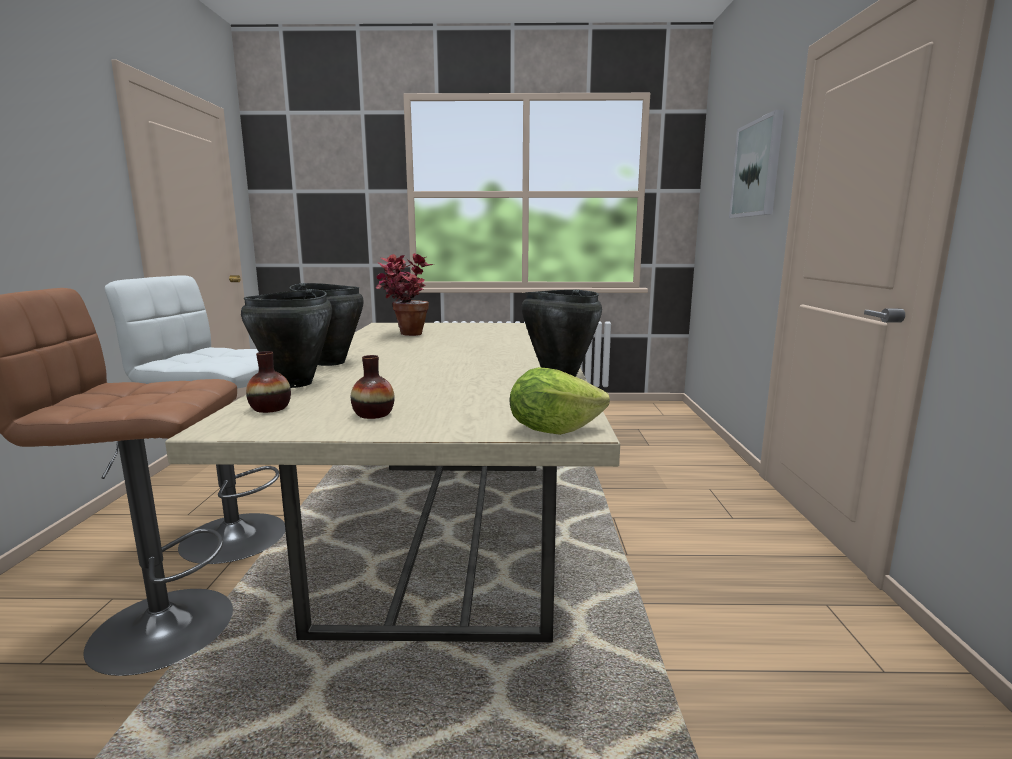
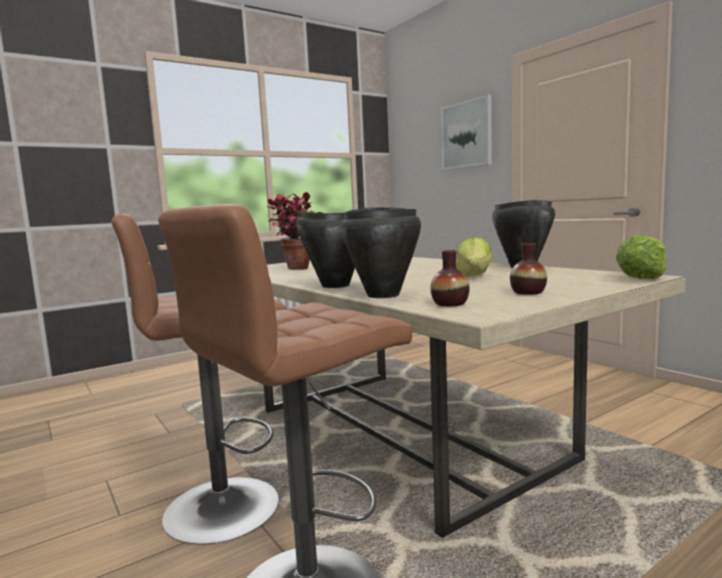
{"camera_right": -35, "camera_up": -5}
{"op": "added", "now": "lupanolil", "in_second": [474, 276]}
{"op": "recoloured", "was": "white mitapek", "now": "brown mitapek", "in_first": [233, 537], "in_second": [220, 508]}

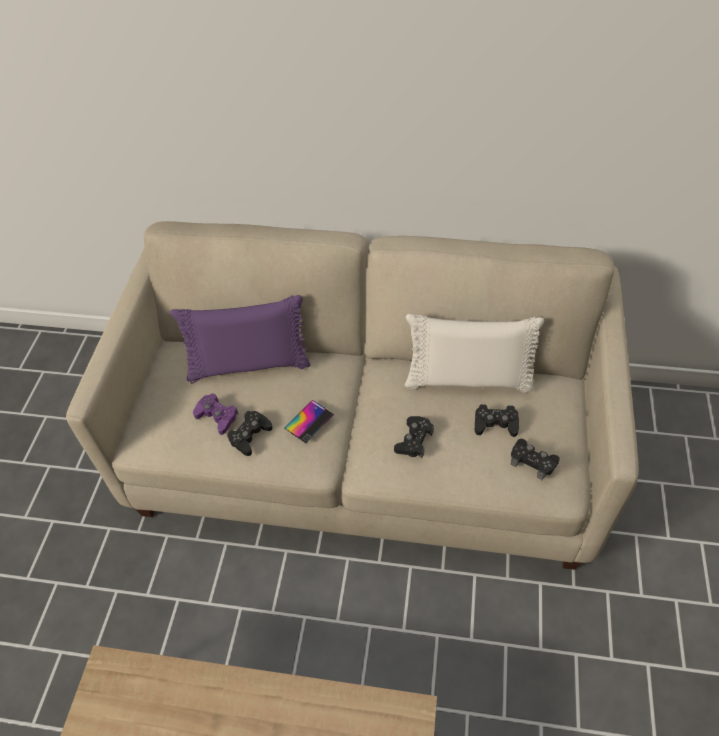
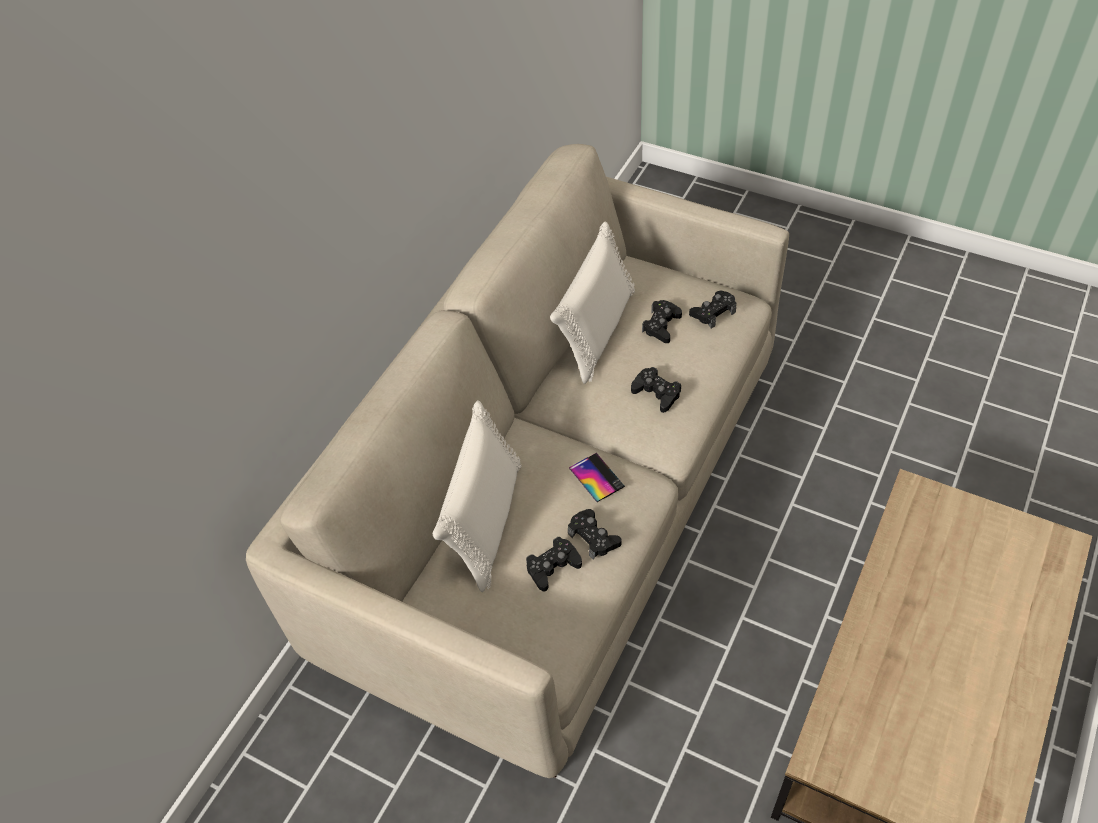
{"camera_right": -70, "camera_up": 0}
{"op": "recoloured", "was": "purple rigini", "now": "white rigini", "in_first": [249, 364], "in_second": [486, 521]}
{"op": "recoloured", "was": "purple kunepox", "now": "black kunepox", "in_first": [217, 416], "in_second": [553, 567]}

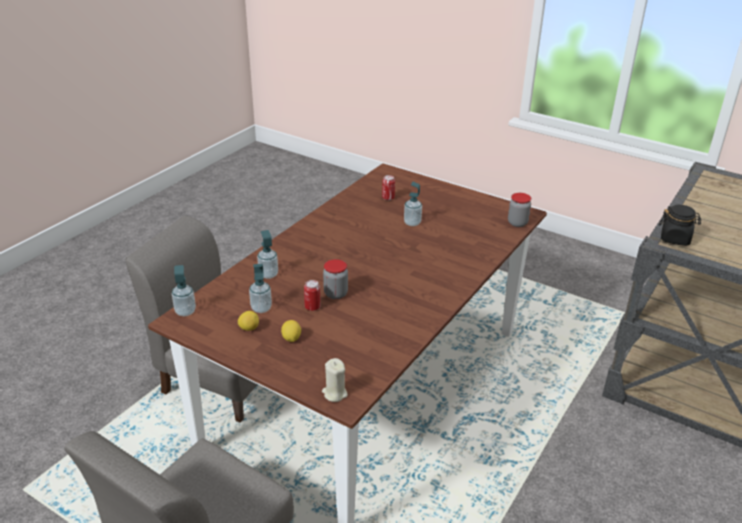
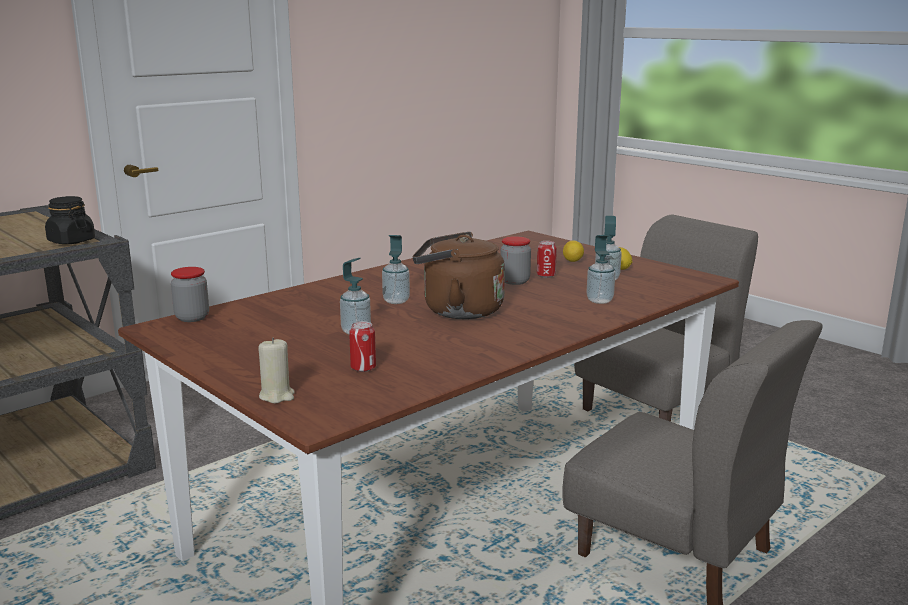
{"camera_right": -165, "camera_up": -15}
{"op": "added", "now": "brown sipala", "in_second": [457, 311]}
{"op": "moved", "was": "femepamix", "in_first": [185, 311], "in_second": [396, 301]}
{"op": "moved", "was": "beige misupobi", "in_first": [334, 393], "in_second": [277, 396]}

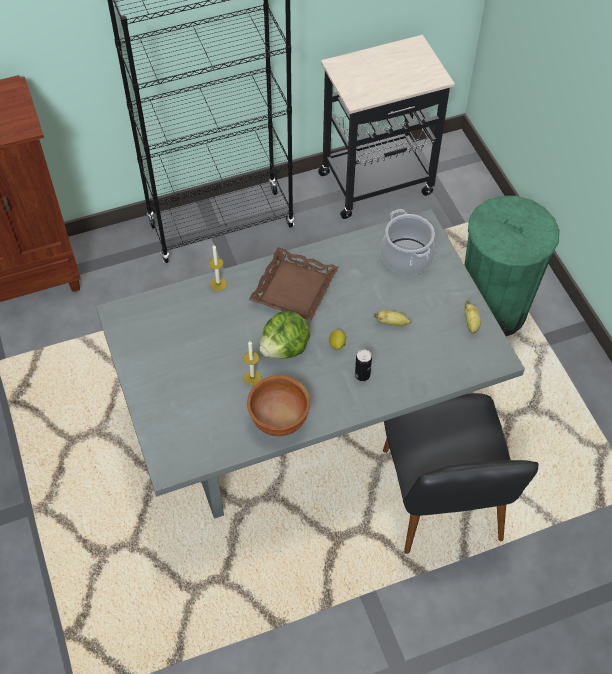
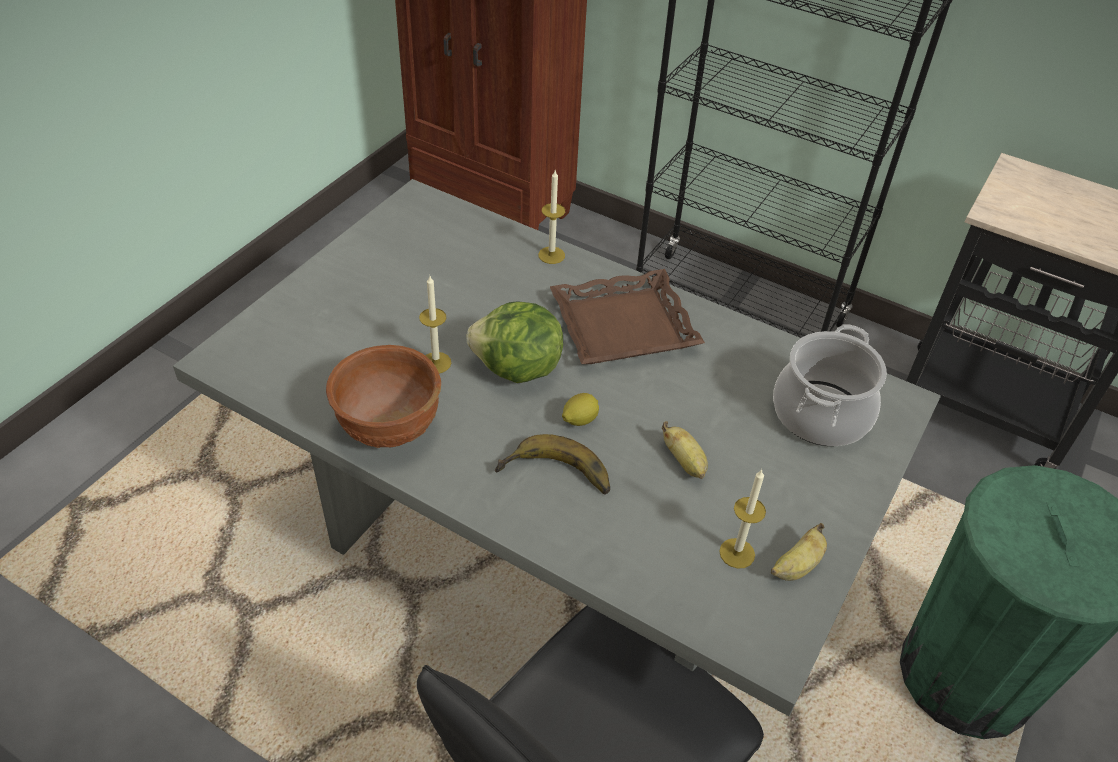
{"camera_right": 50, "camera_up": -10}
{"op": "added", "now": "misupobi", "in_second": [737, 553]}
{"op": "replaced", "was": "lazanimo", "now": "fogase", "in_first": [362, 375], "in_second": [555, 479]}

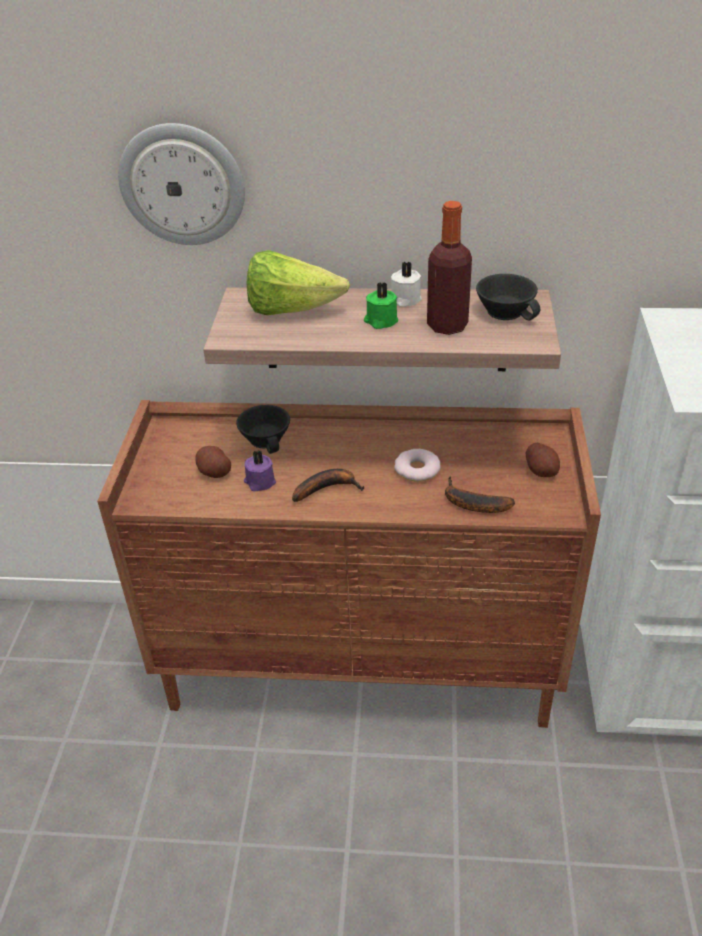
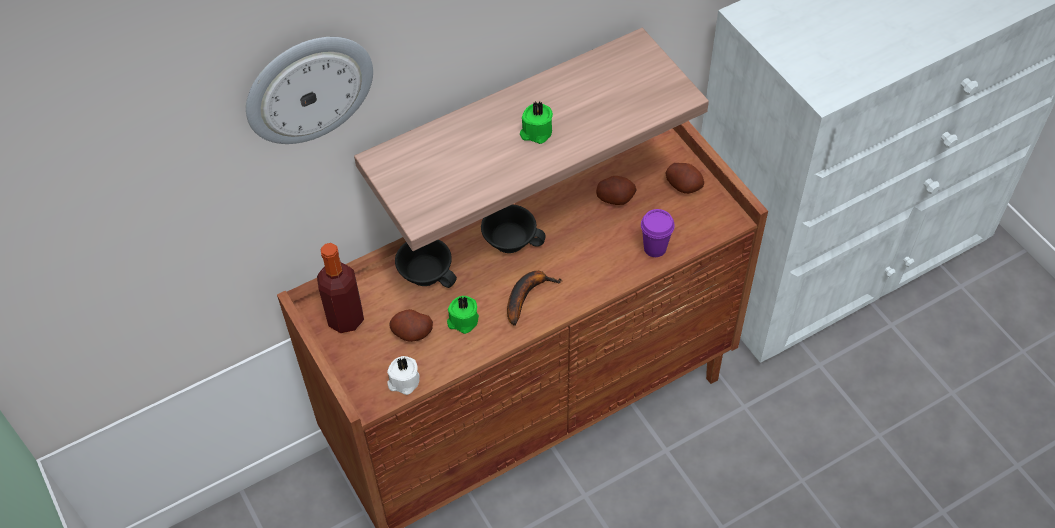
{"camera_right": -35, "camera_up": 15}
{"op": "removed", "was": "lupanolil", "in_first": [291, 310]}
{"op": "removed", "was": "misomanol", "in_first": [417, 469]}
{"op": "added", "now": "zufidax", "in_second": [615, 198]}
{"op": "moved", "was": "white misupobi", "in_first": [404, 299], "in_second": [403, 381]}
{"op": "moved", "was": "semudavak", "in_first": [447, 325], "in_second": [345, 318]}
{"op": "moved", "was": "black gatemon", "in_first": [508, 311], "in_second": [511, 239]}
{"op": "replaced", "was": "fogase", "now": "purple gatemon", "in_first": [471, 503], "in_second": [655, 248]}
{"op": "recoloured", "was": "purple misupobi", "now": "green misupobi", "in_first": [259, 482], "in_second": [462, 321]}

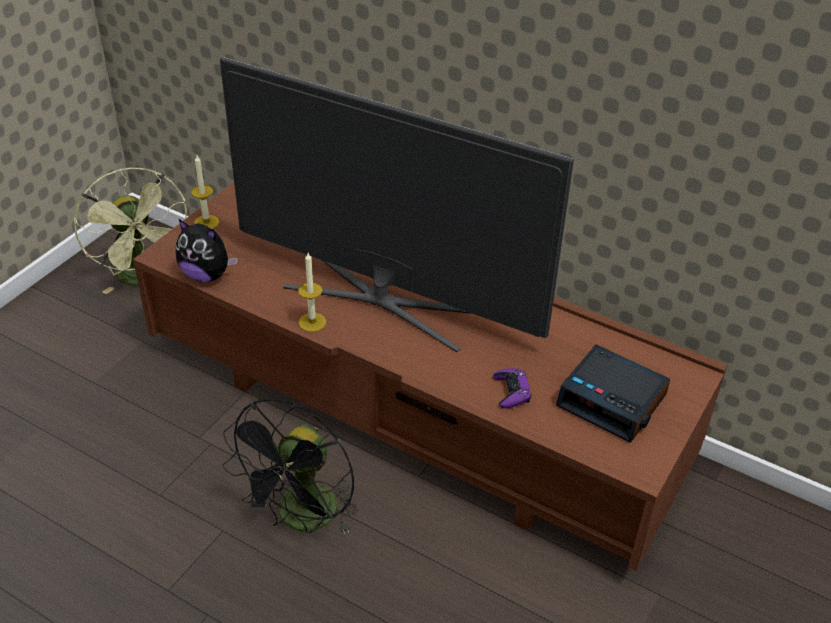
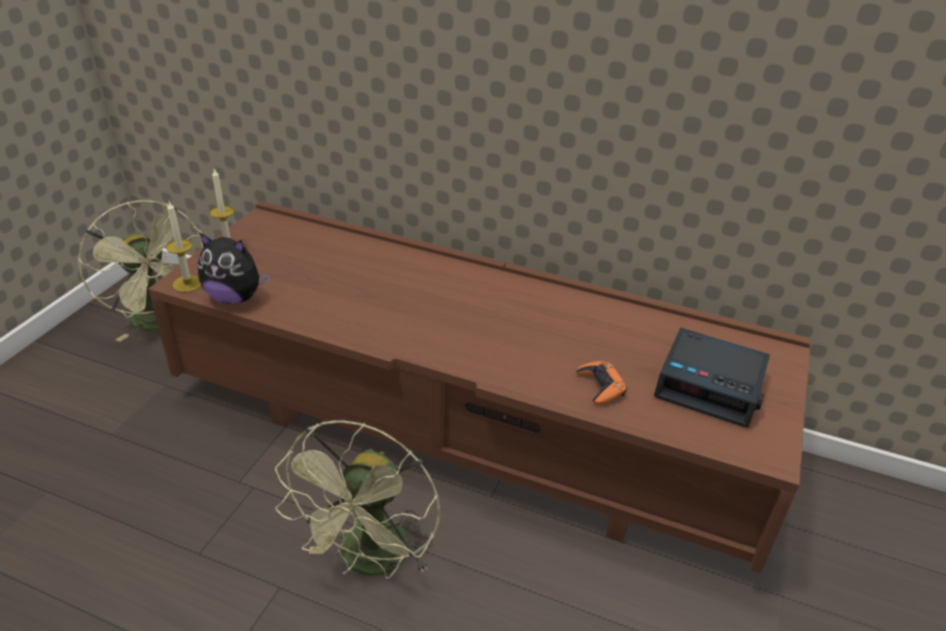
{"camera_right": -10, "camera_up": -5}
{"op": "removed", "was": "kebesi", "in_first": [384, 299]}
{"op": "moved", "was": "misupobi", "in_first": [312, 322], "in_second": [187, 283]}
{"op": "recoloured", "was": "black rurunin", "now": "green rurunin", "in_first": [302, 520], "in_second": [371, 562]}
{"op": "recoloured", "was": "purple kunepox", "now": "orange kunepox", "in_first": [511, 391], "in_second": [600, 387]}

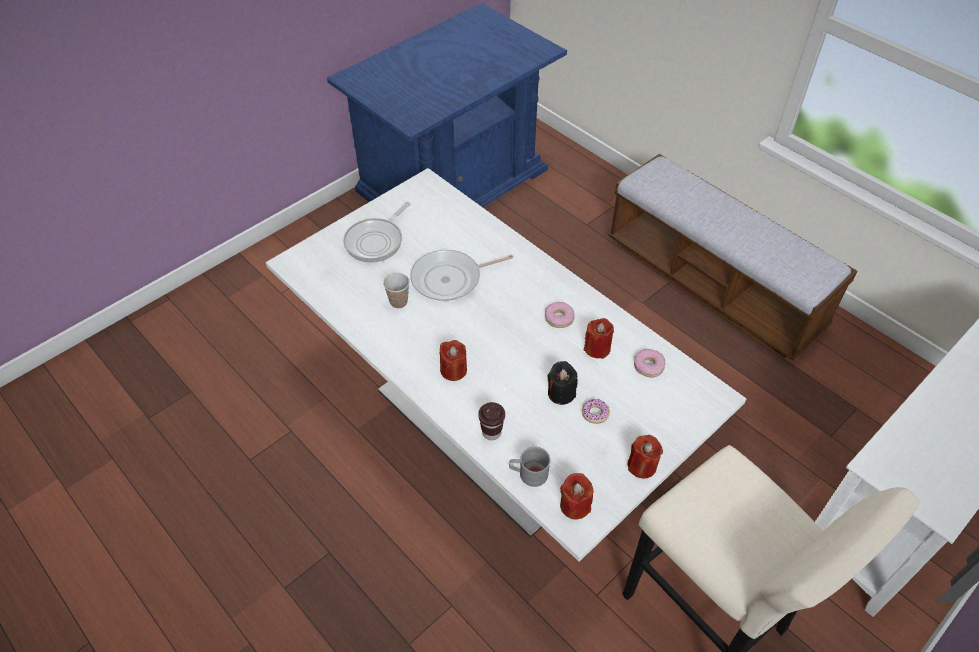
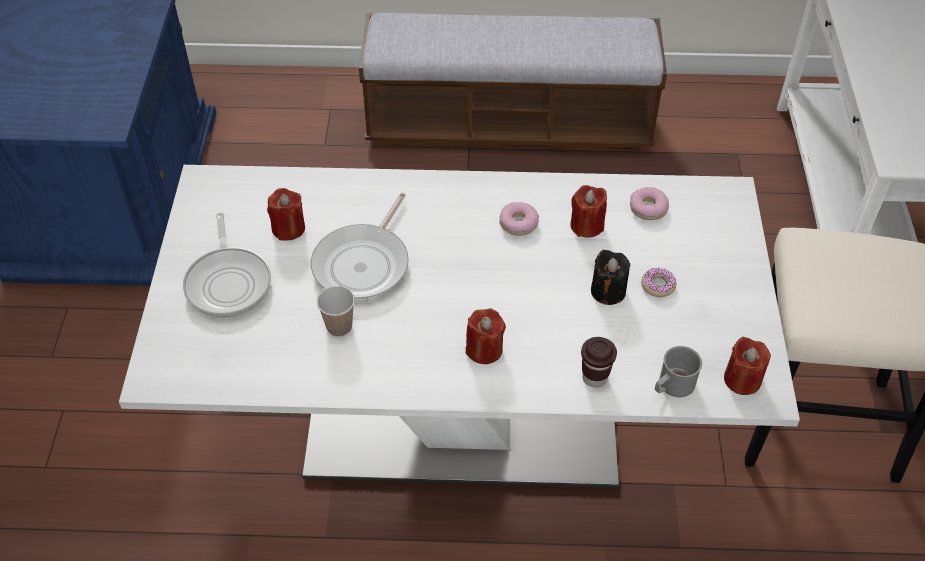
{"camera_right": -45, "camera_up": 0}
{"op": "moved", "was": "red misupobi", "in_first": [642, 465], "in_second": [288, 228]}

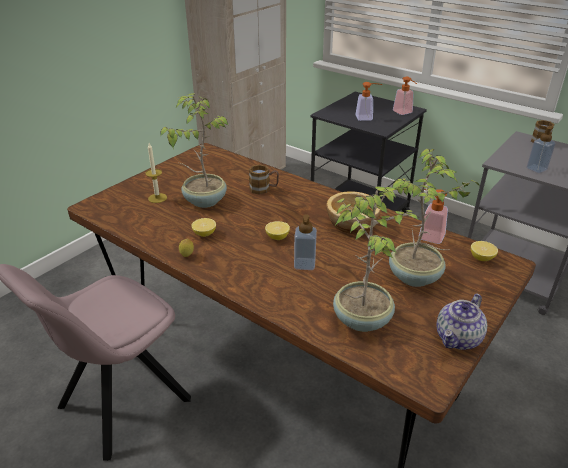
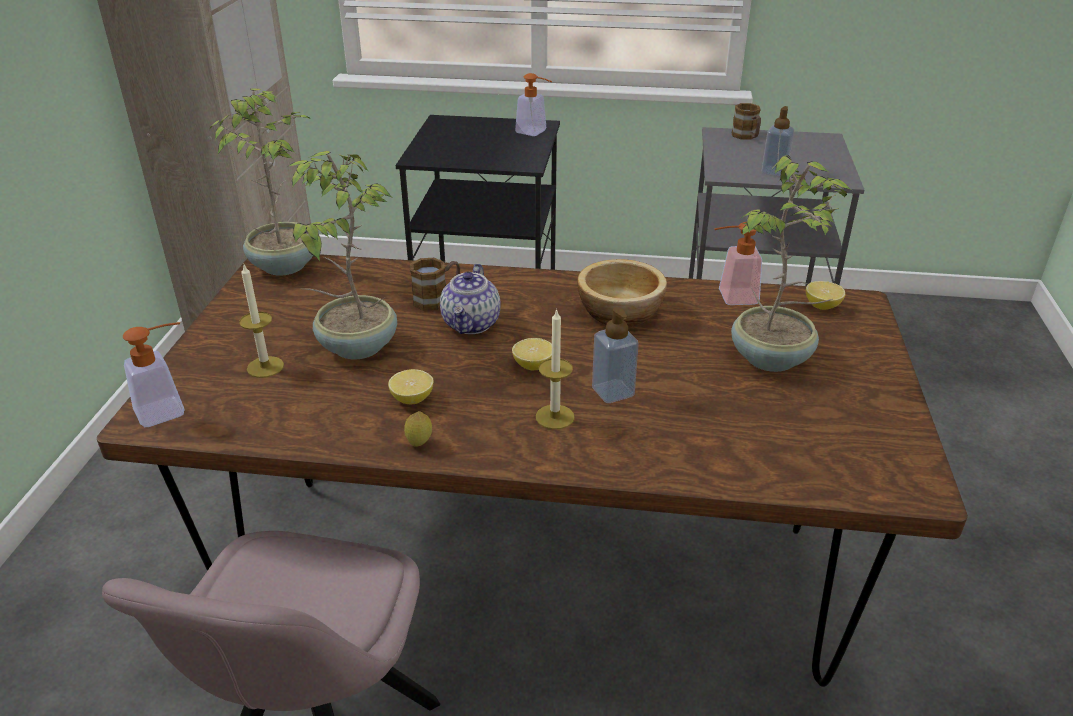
{"camera_right": -30, "camera_up": 0}
{"op": "added", "now": "misupobi", "in_second": [555, 417]}
{"op": "moved", "was": "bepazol", "in_first": [362, 318], "in_second": [285, 265]}
{"op": "moved", "was": "femepamix", "in_first": [367, 118], "in_second": [169, 409]}
{"op": "moved", "was": "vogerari", "in_first": [458, 339], "in_second": [472, 324]}

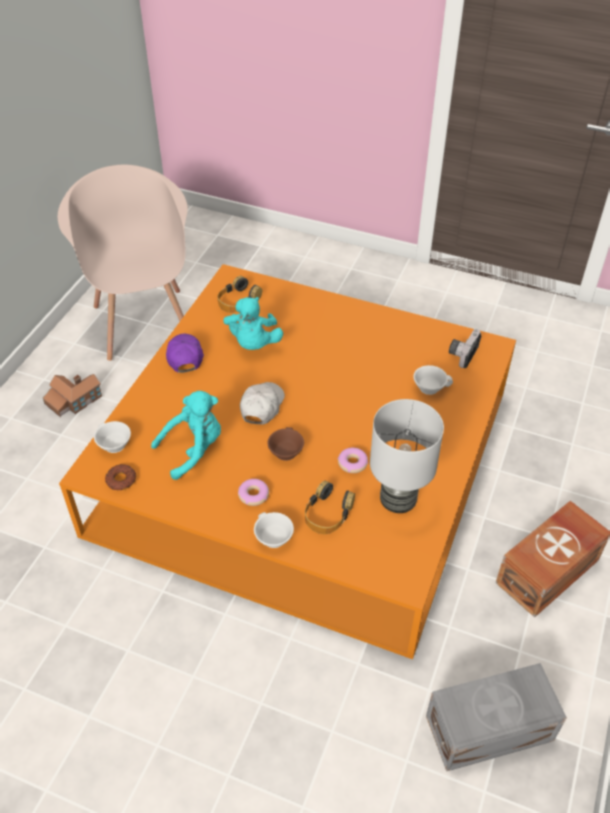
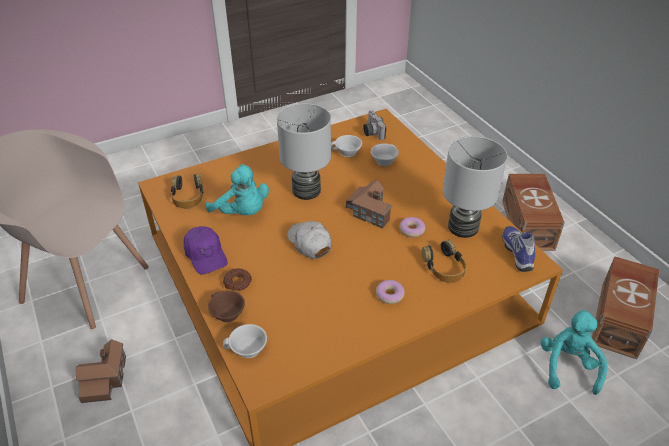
{"camera_right": -50, "camera_up": -5}
{"op": "added", "now": "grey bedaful", "in_second": [306, 190]}
{"op": "added", "now": "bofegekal", "in_second": [369, 211]}
{"op": "added", "now": "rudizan", "in_second": [518, 253]}
{"op": "moved", "was": "misomanol", "in_first": [121, 480], "in_second": [237, 282]}
{"op": "moved", "was": "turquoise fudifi", "in_first": [193, 449], "in_second": [568, 366]}
{"op": "moved", "was": "white gatemon", "in_first": [272, 538], "in_second": [347, 153]}
{"op": "moved", "was": "brown gatemon", "in_first": [284, 451], "in_second": [226, 314]}
{"op": "recoloured", "was": "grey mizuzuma", "now": "brown mizuzuma", "in_first": [491, 729], "in_second": [620, 319]}
{"op": "turned", "was": "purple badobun", "in_first": [184, 356], "in_second": [206, 255], "clockwise": -150}

